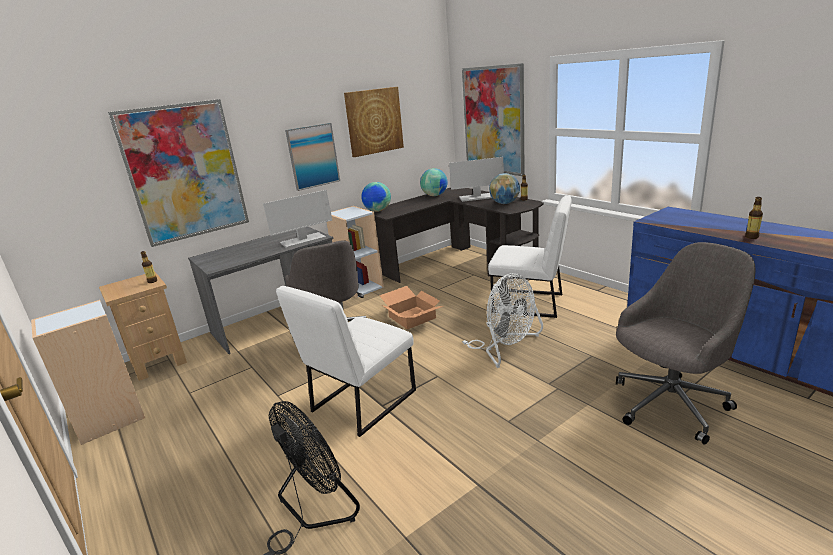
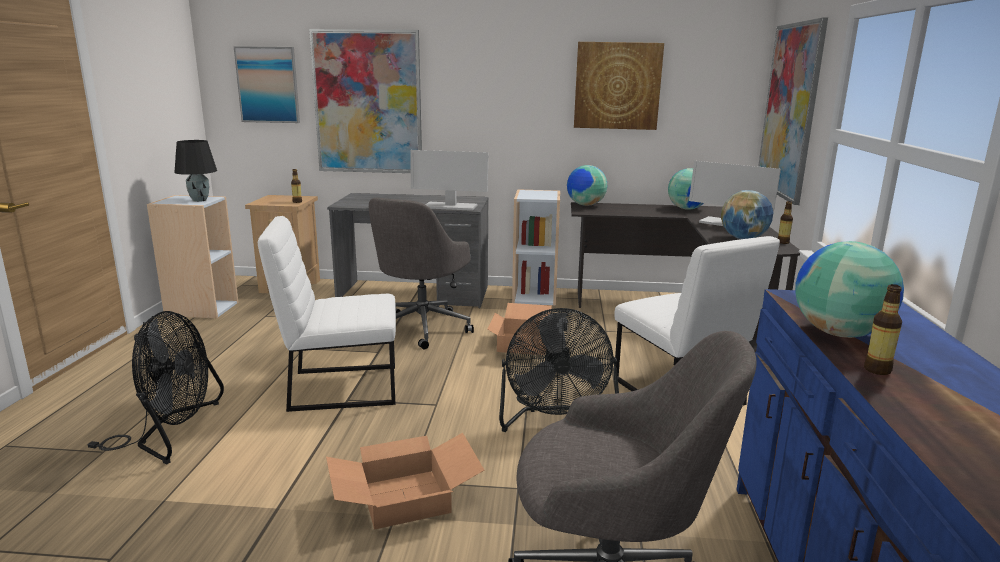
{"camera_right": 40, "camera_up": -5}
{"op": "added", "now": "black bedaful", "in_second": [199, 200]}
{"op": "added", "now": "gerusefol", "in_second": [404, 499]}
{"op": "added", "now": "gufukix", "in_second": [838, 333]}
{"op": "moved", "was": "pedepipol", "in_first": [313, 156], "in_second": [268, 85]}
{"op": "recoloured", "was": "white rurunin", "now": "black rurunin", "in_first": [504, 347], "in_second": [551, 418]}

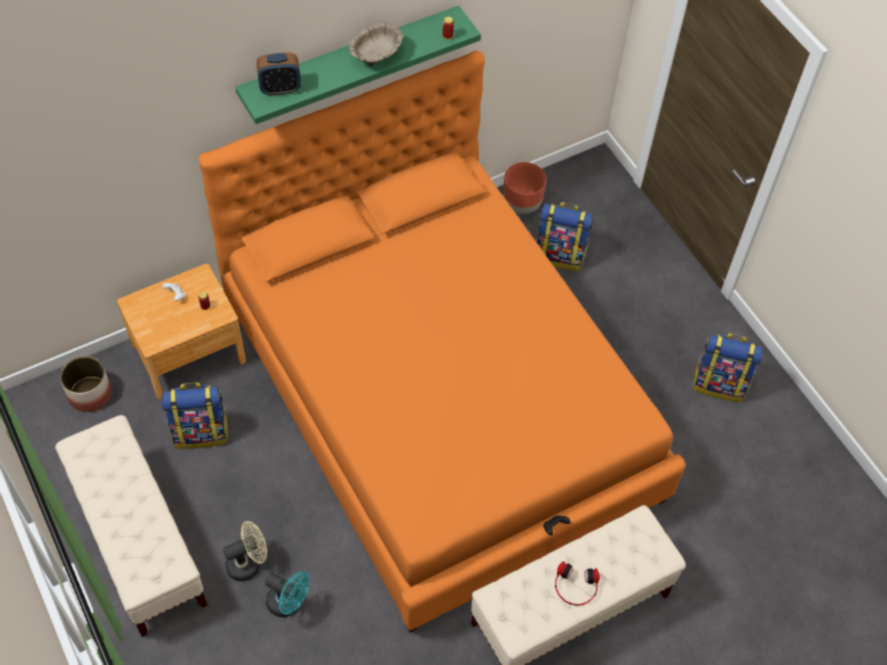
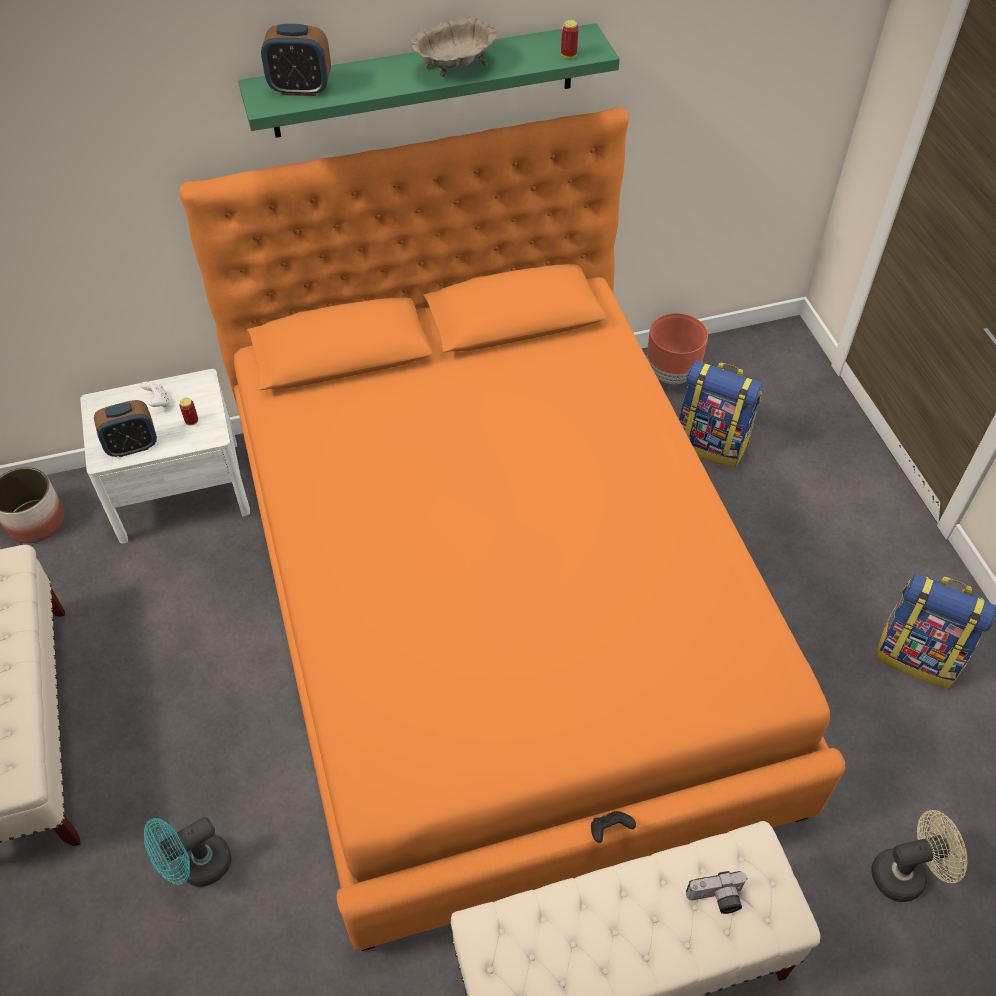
{"camera_right": 15, "camera_up": -5}
{"op": "removed", "was": "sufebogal", "in_first": [201, 431]}
{"op": "removed", "was": "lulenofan", "in_first": [575, 586]}
{"op": "added", "now": "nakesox", "in_second": [132, 446]}
{"op": "added", "now": "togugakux", "in_second": [716, 899]}
{"op": "moved", "was": "beige rurunin", "in_first": [248, 563], "in_second": [906, 873]}
{"op": "recoloured", "was": "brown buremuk", "now": "white buremuk", "in_first": [188, 353], "in_second": [179, 490]}
{"op": "turned", "was": "turquoise rurunin", "in_first": [288, 604], "in_second": [196, 867], "clockwise": 105}

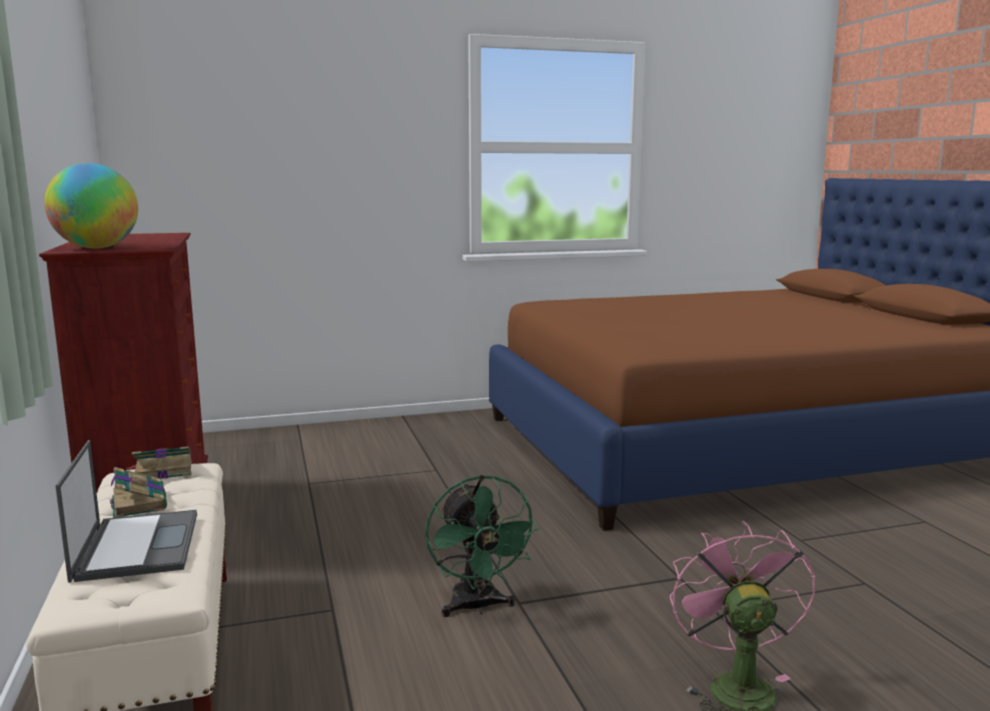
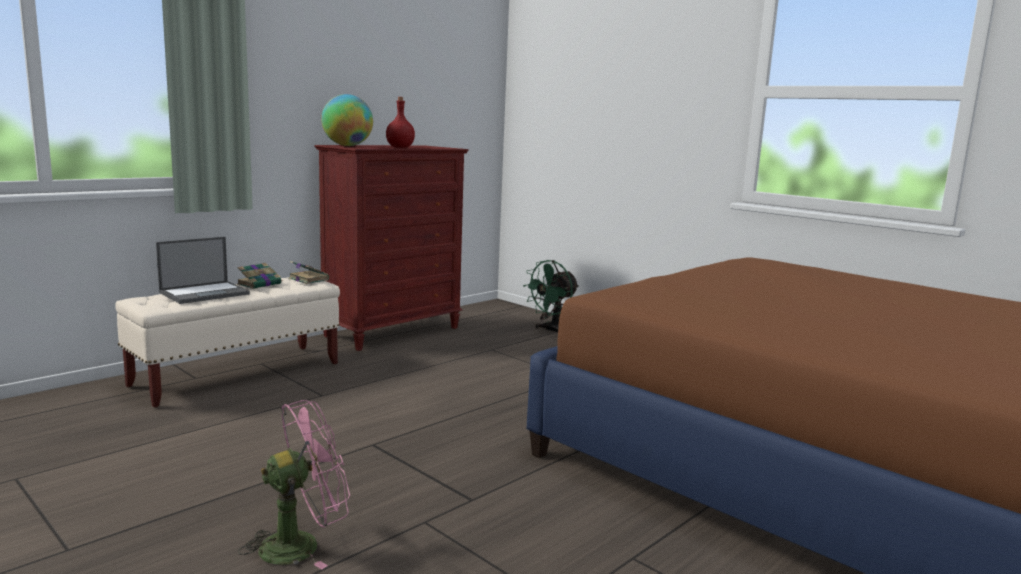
{"camera_right": 60, "camera_up": 0}
{"op": "added", "now": "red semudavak", "in_second": [399, 147]}
{"op": "moved", "was": "green rurunin", "in_first": [477, 607], "in_second": [551, 331]}

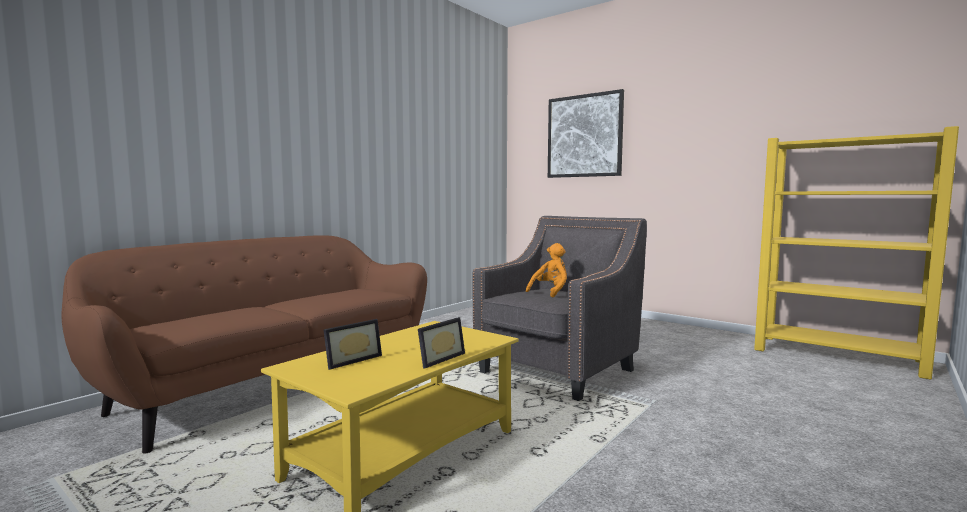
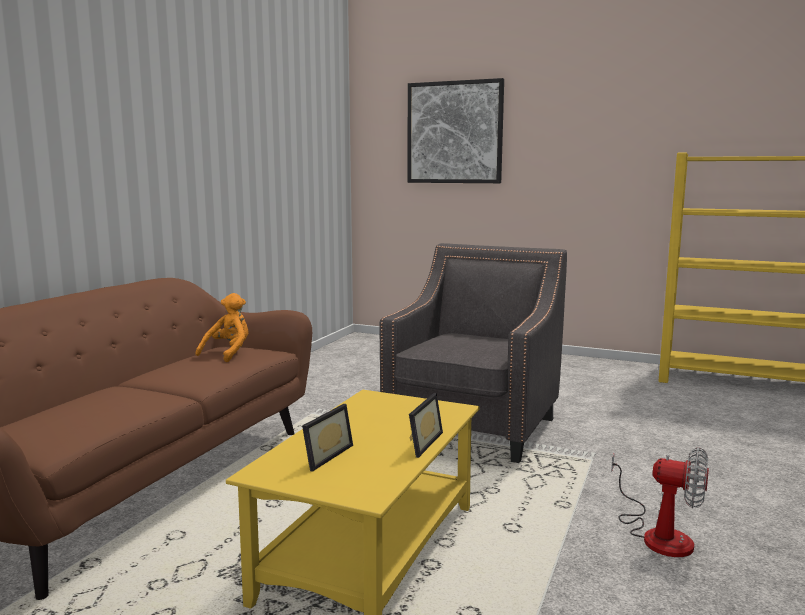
{"camera_right": -15, "camera_up": 5}
{"op": "added", "now": "rurunin", "in_second": [658, 534]}
{"op": "moved", "was": "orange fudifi", "in_first": [550, 292], "in_second": [228, 353]}

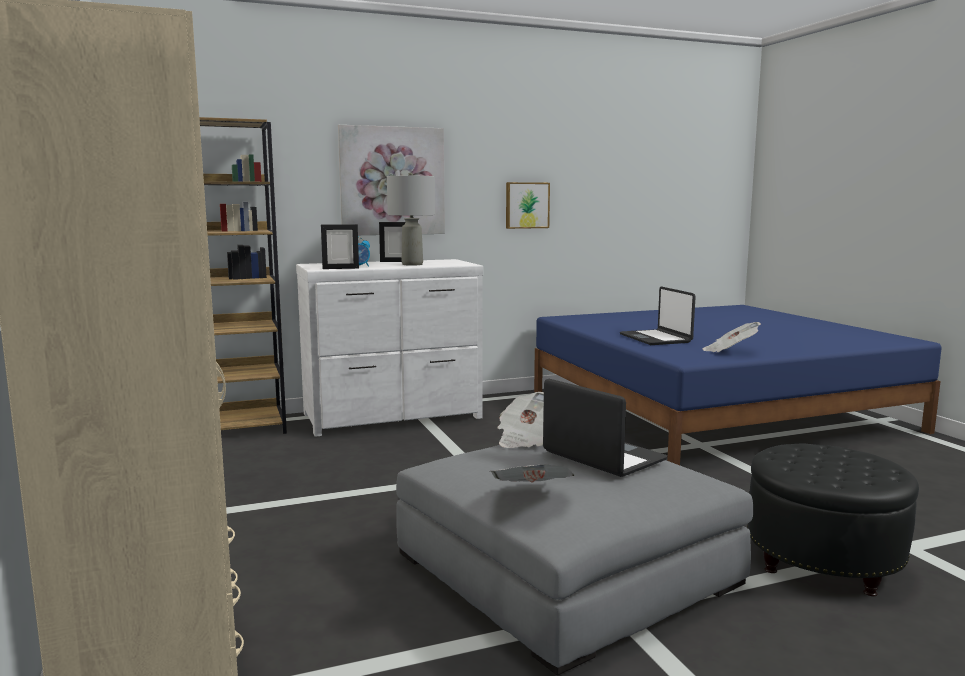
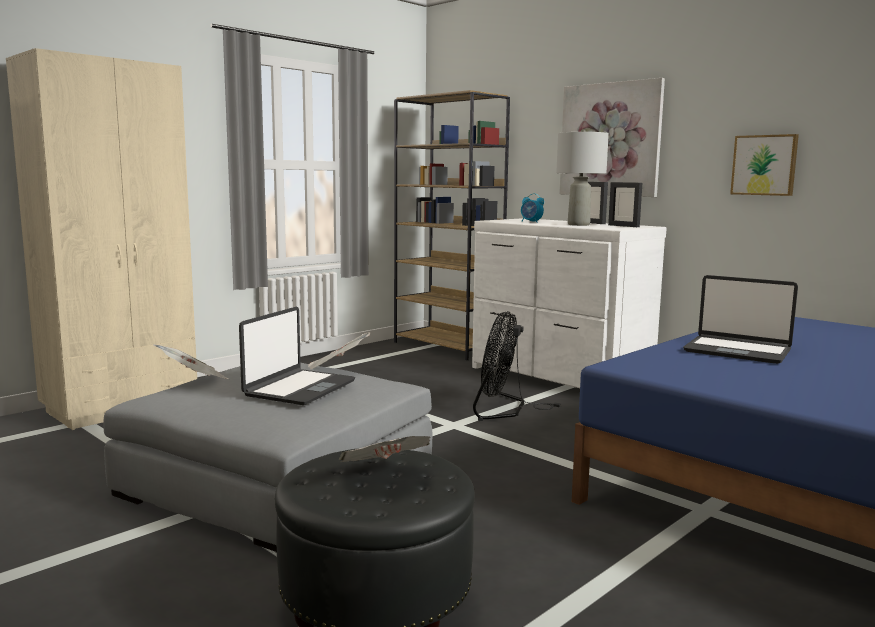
{"camera_right": 65, "camera_up": 0}
{"op": "added", "now": "black rurunin", "in_second": [507, 407]}
{"op": "moved", "was": "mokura", "in_first": [340, 268], "in_second": [624, 226]}
{"op": "moved", "was": "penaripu", "in_first": [730, 351], "in_second": [384, 474]}
{"op": "turned", "was": "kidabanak", "in_first": [656, 338], "in_second": [737, 351], "clockwise": -105}

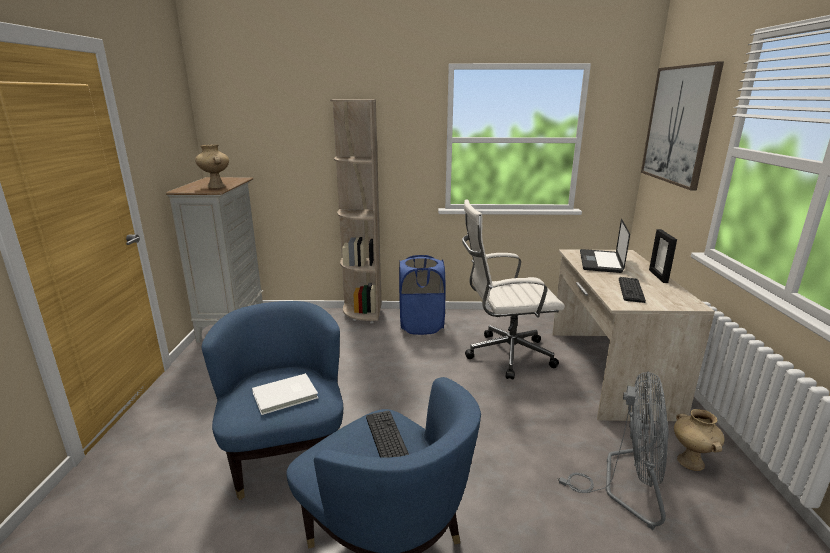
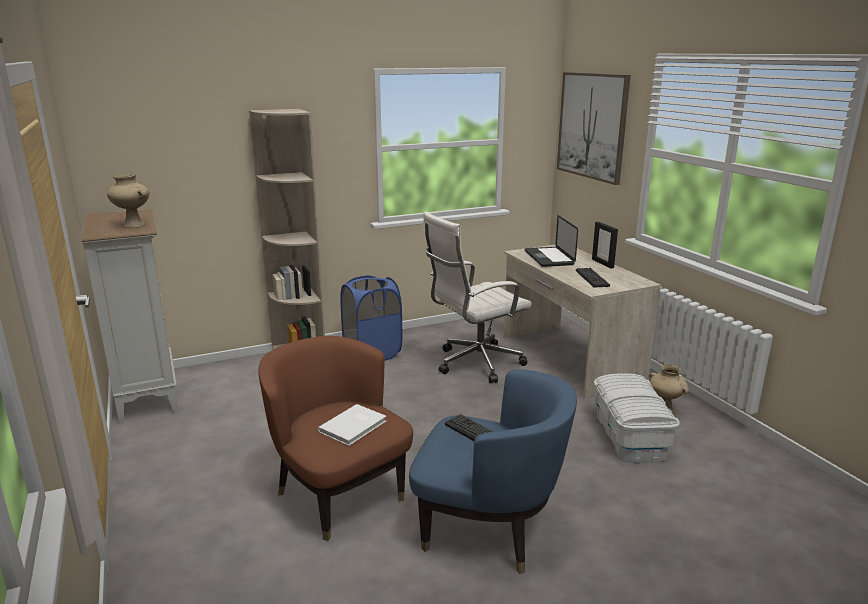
{"camera_right": -25, "camera_up": 0}
{"op": "replaced", "was": "grey rurunin", "now": "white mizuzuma", "in_first": [624, 482], "in_second": [629, 435]}
{"op": "recoloured", "was": "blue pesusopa", "now": "brown pesusopa", "in_first": [286, 454], "in_second": [338, 494]}

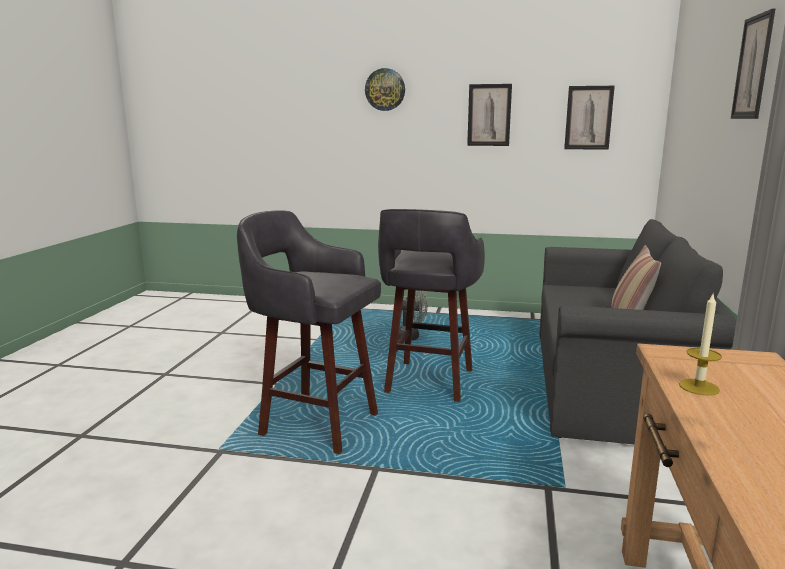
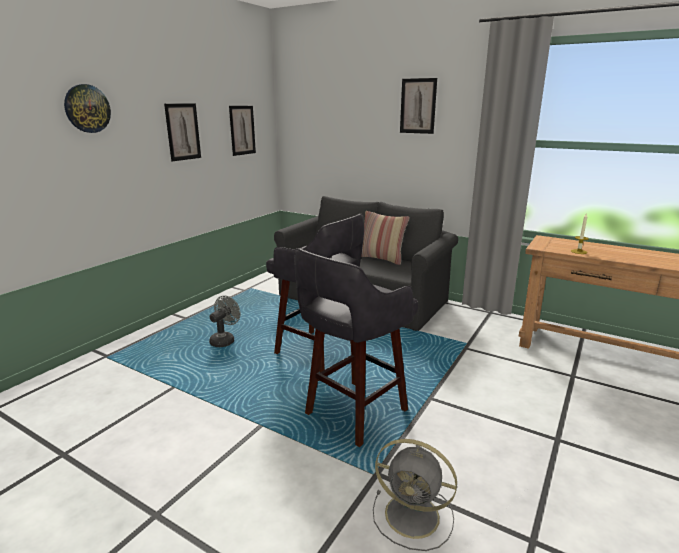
{"camera_right": -70, "camera_up": 5}
{"op": "added", "now": "grey rurunin", "in_second": [414, 516]}

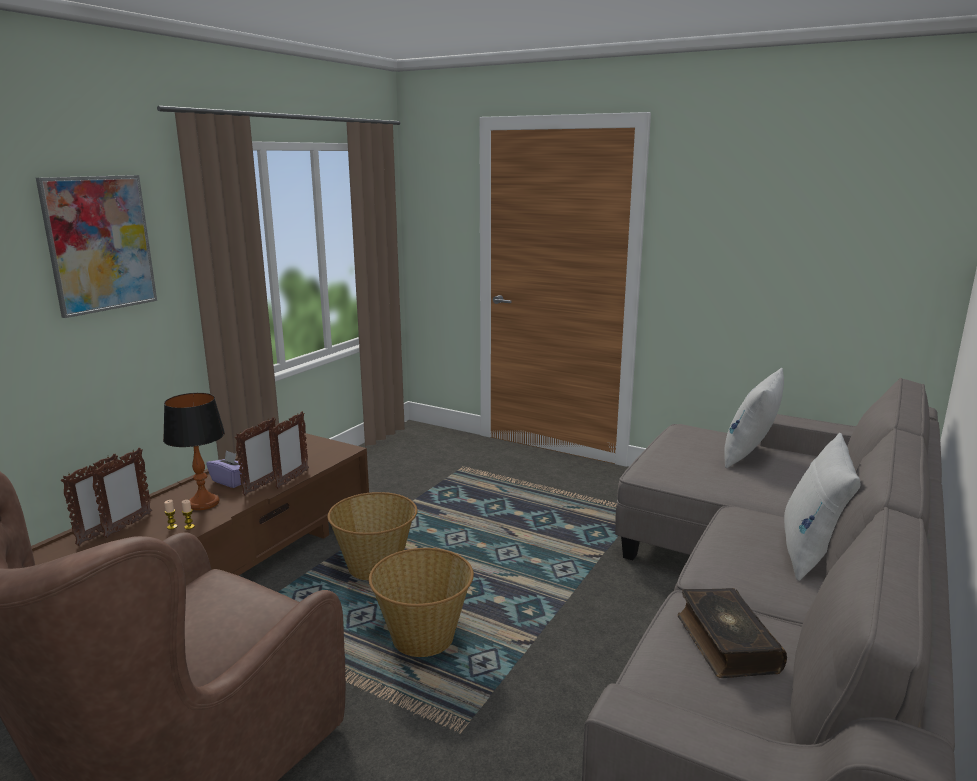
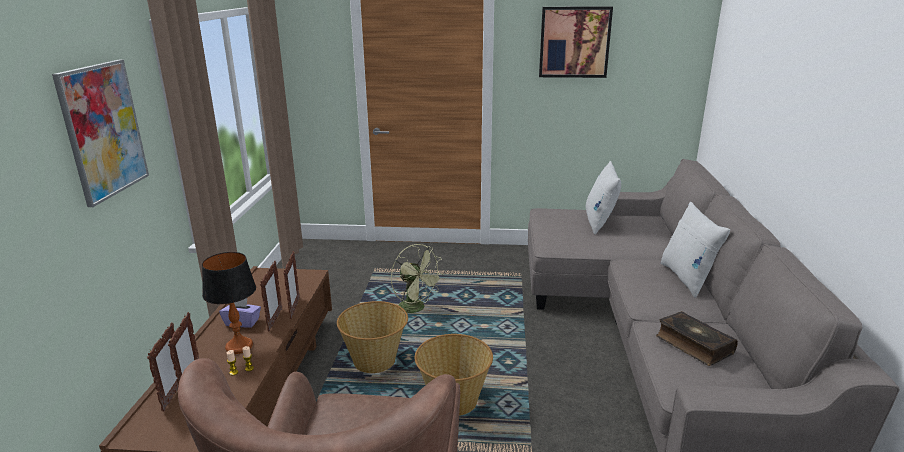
{"camera_right": -25, "camera_up": 5}
{"op": "added", "now": "green rurunin", "in_second": [416, 308]}
{"op": "added", "now": "pedepipol", "in_second": [574, 42]}

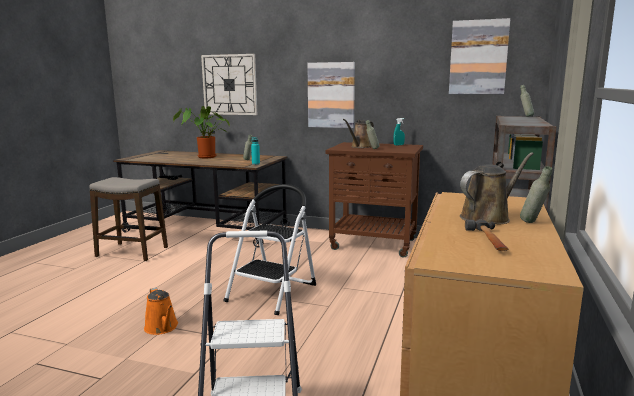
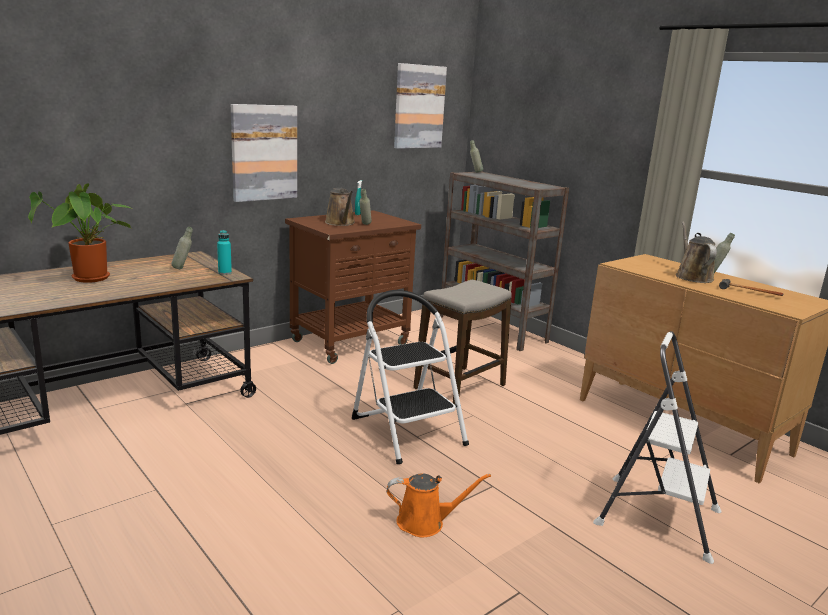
{"camera_right": -60, "camera_up": 5}
{"op": "removed", "was": "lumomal", "in_first": [229, 85]}
{"op": "moved", "was": "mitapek", "in_first": [132, 252], "in_second": [460, 387]}

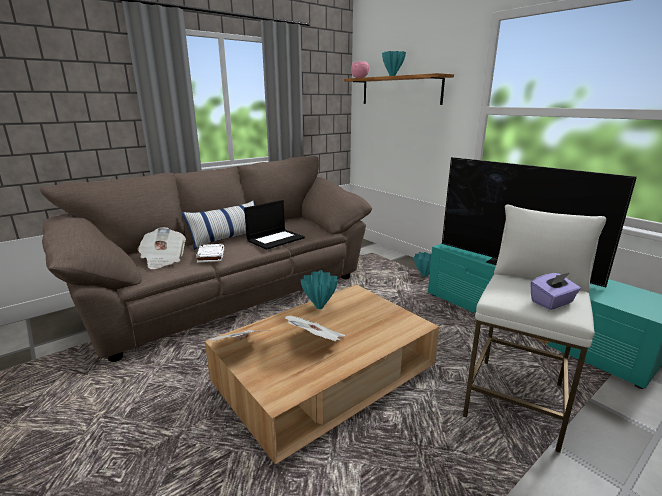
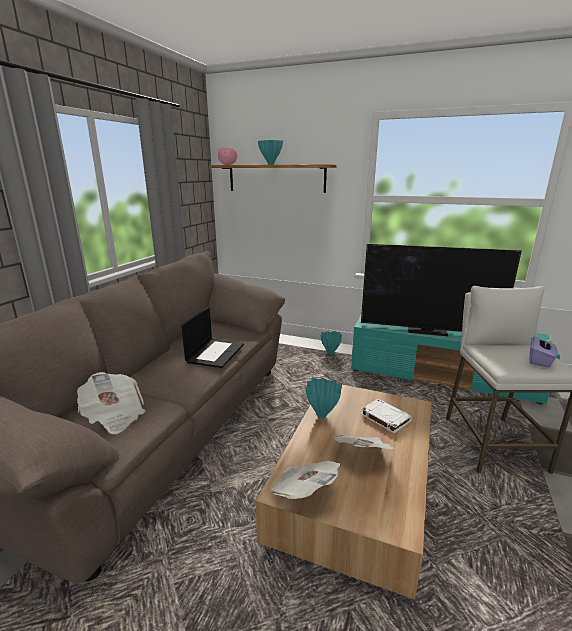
{"camera_right": -30, "camera_up": 0}
{"op": "removed", "was": "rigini", "in_first": [227, 238]}
{"op": "moved", "was": "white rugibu", "in_first": [211, 255], "in_second": [385, 418]}

